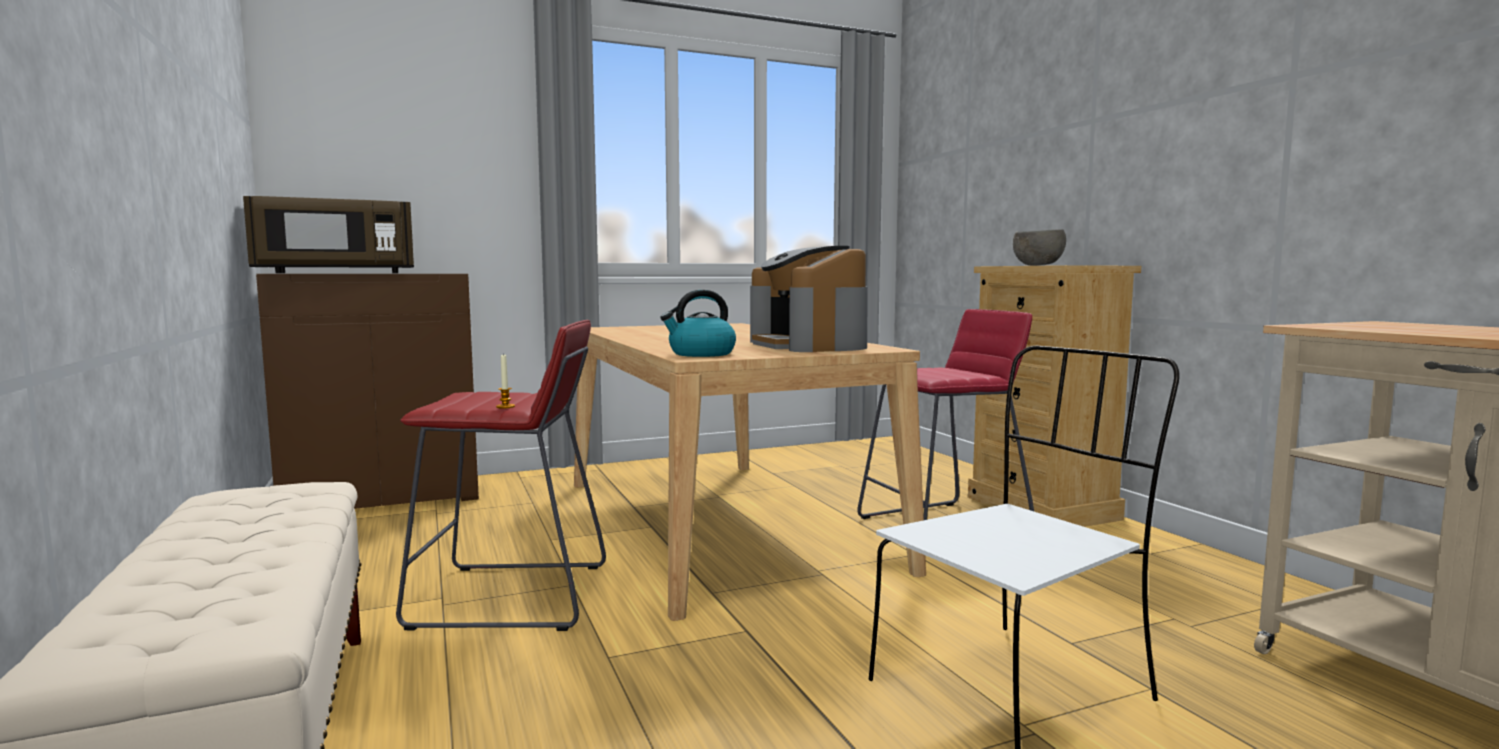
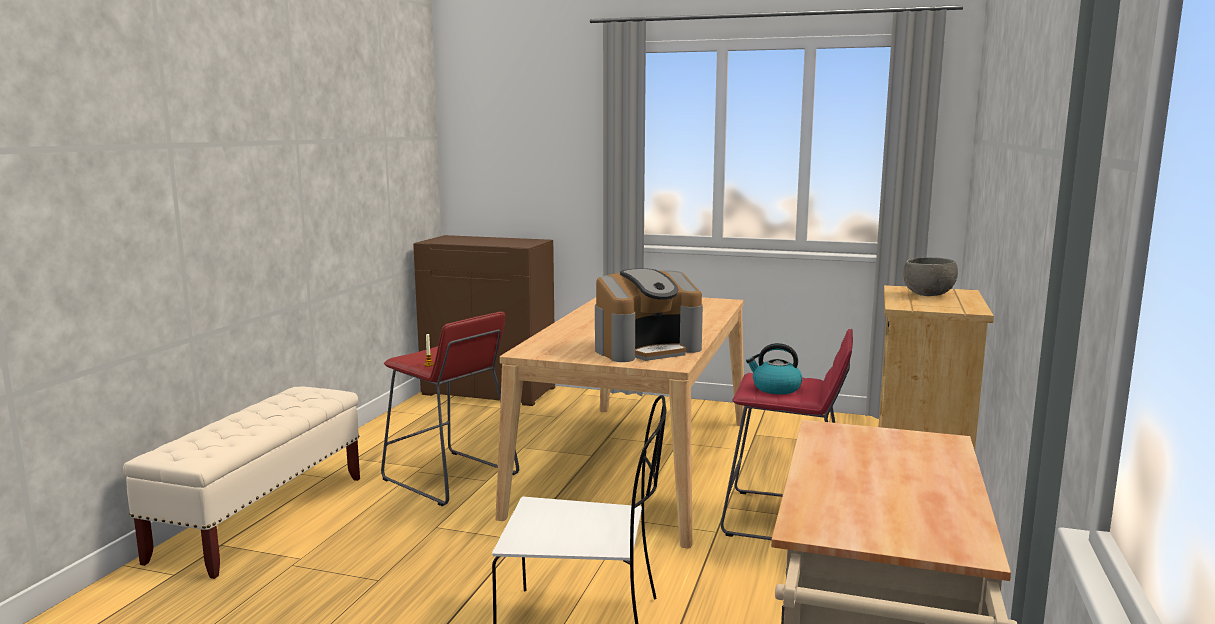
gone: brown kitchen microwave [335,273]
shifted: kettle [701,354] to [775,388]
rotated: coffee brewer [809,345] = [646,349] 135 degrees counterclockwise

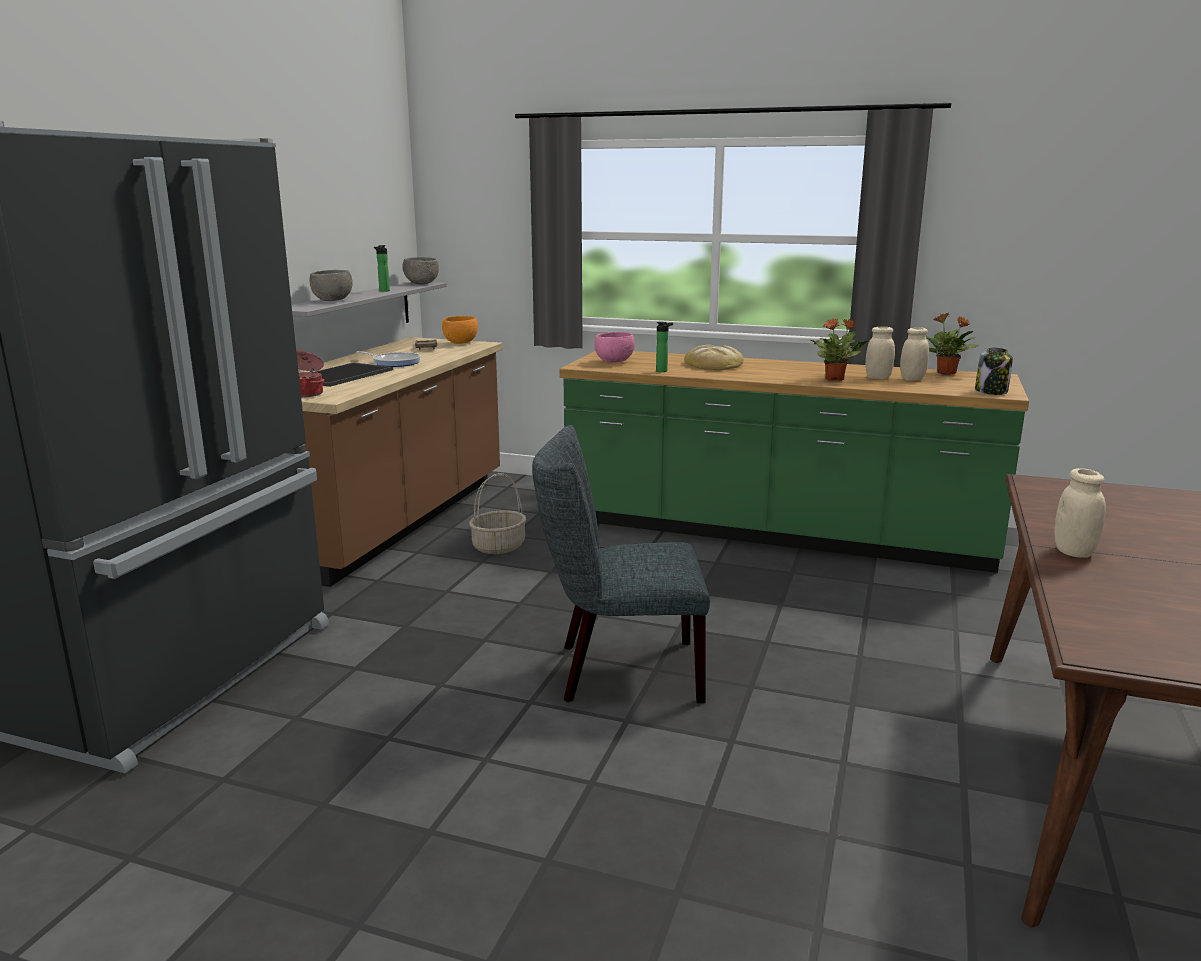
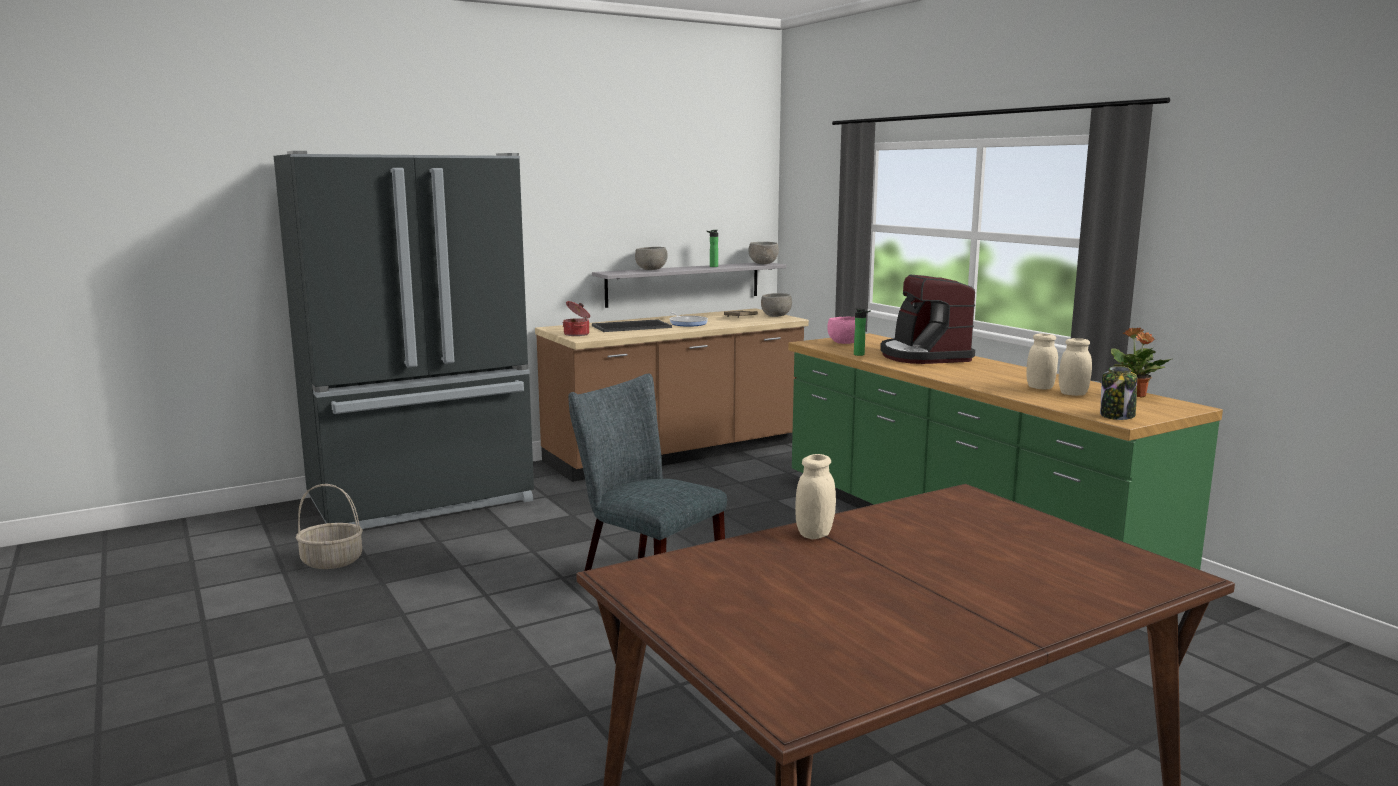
gone: potted plant [835,379]
shifted: household basket [498,547] to [331,562]
swapped: bread [714,364] to coffee brewer [923,356]
repainted: orangey deep dish [460,343] to greyish deep dish [775,316]

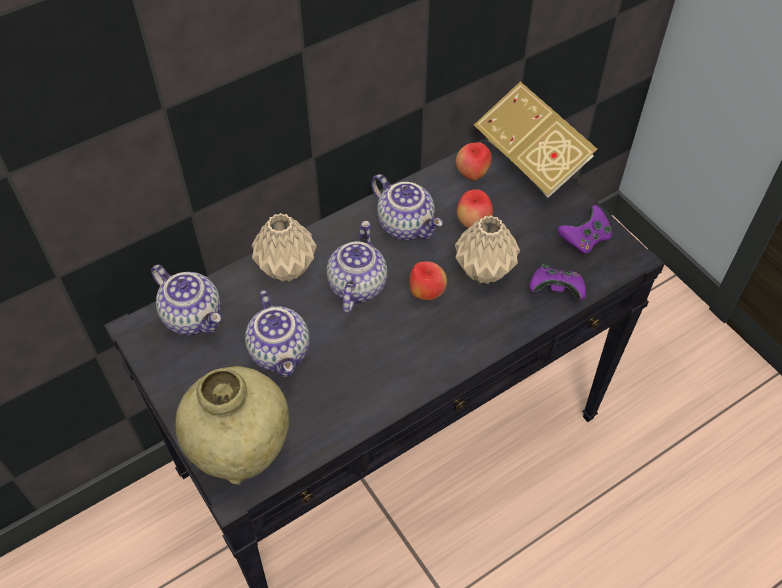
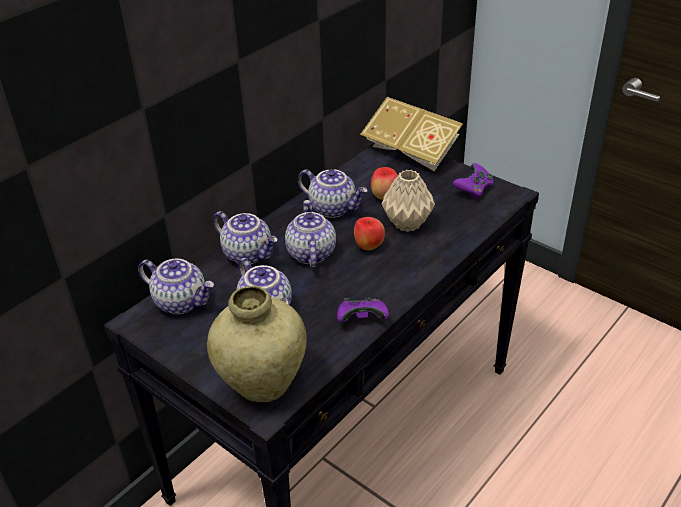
gone: apple fruit [472,174]
shifted: purplish gamepad [556,291] to [362,320]
swapped: sand-coloured flower vase [288,268] to pot for tea [249,254]

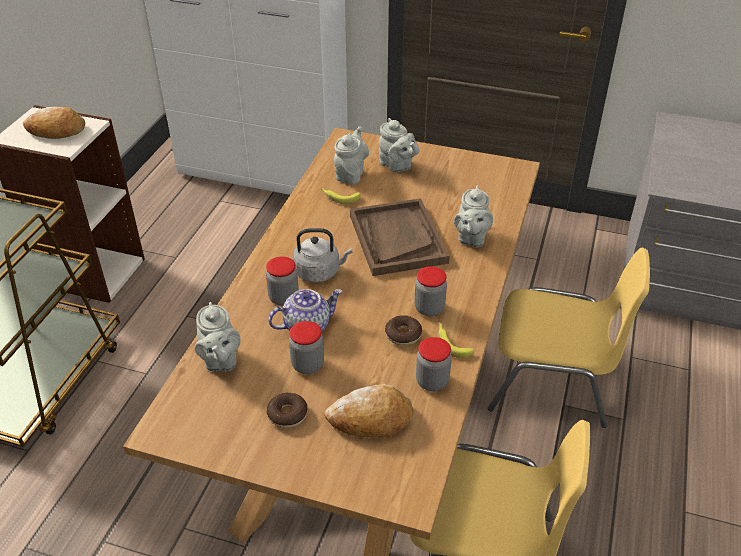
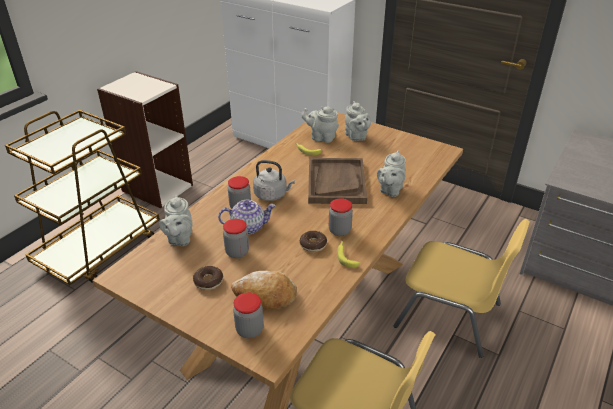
gone: bread [56,131]
shifted: preserve jar [432,381] to [249,330]
rotated: greyish pot for tea [350,174] = [321,137] 105 degrees counterclockwise

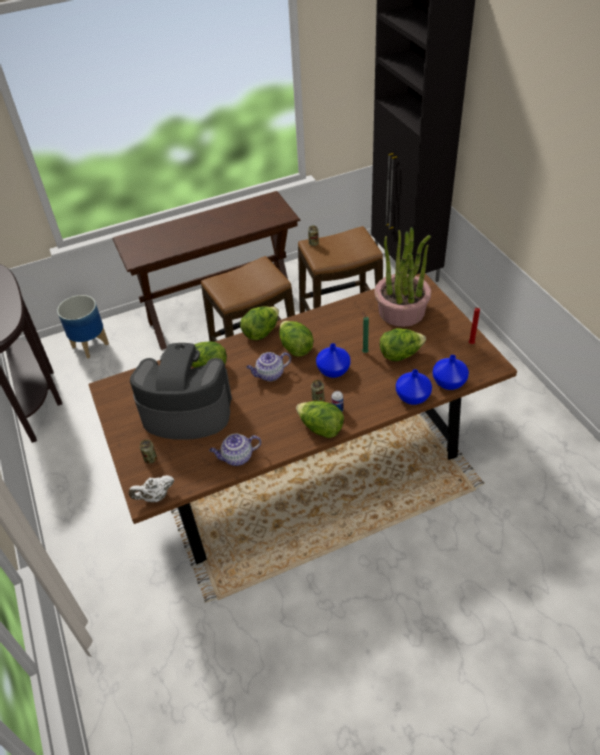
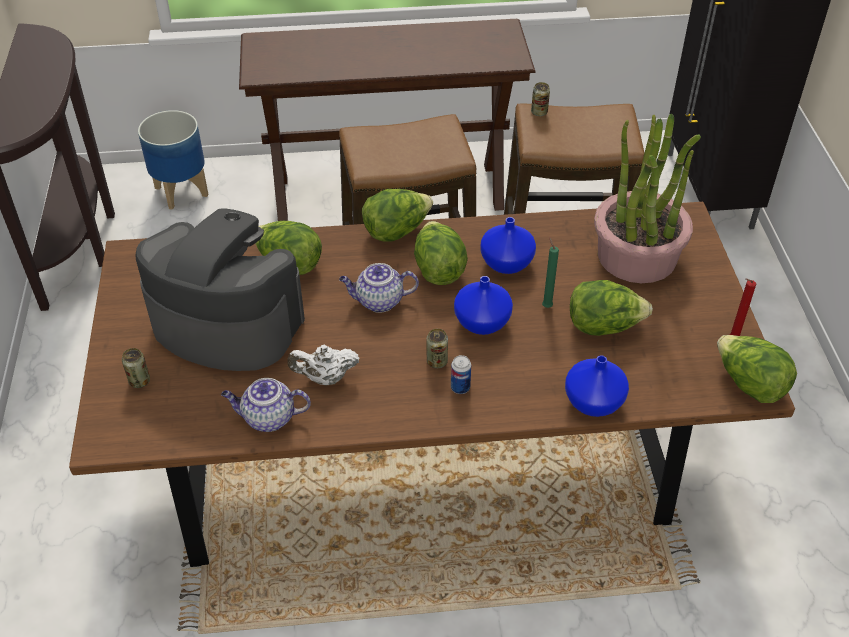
shifted: bluish flower vase [449,383] to [506,264]; lettuce head [320,428] to [749,385]; whitish pot for tea [155,497] to [325,378]

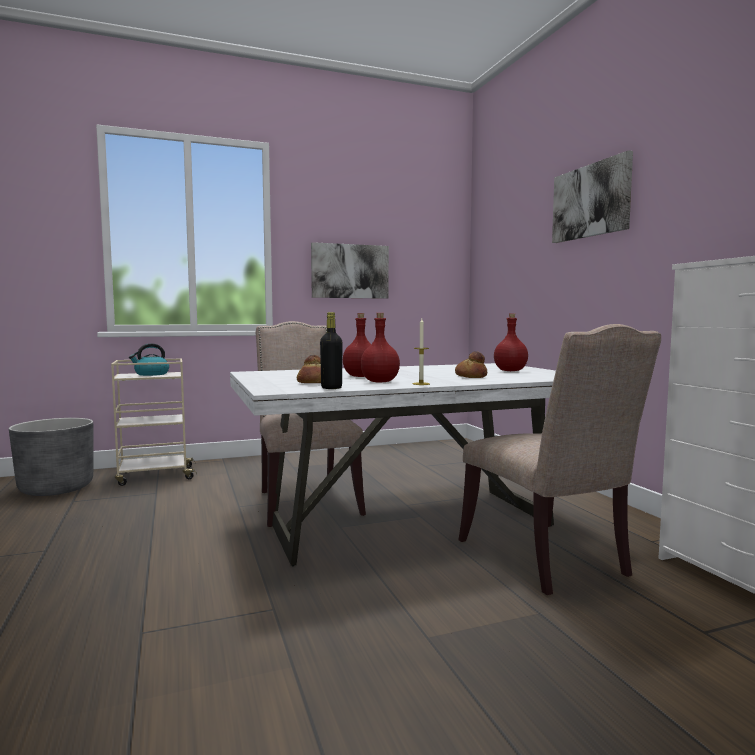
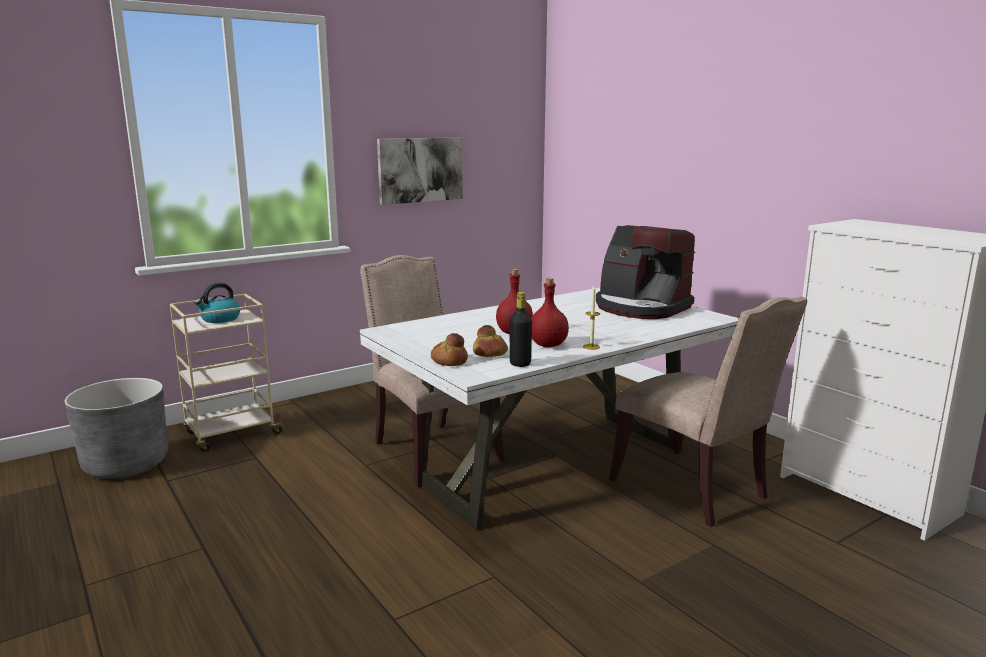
gone: wall art [591,201]
shifted: bread [471,376] to [449,361]
swapped: red-coloured drink bottle [511,371] to coffee brewer [641,307]

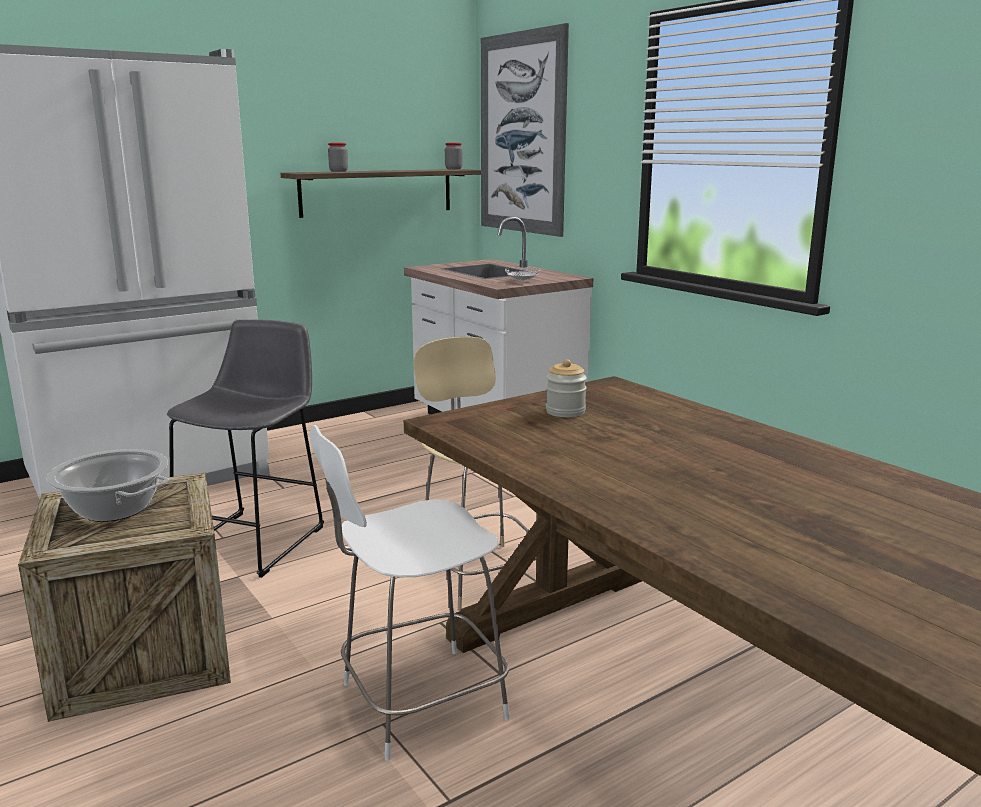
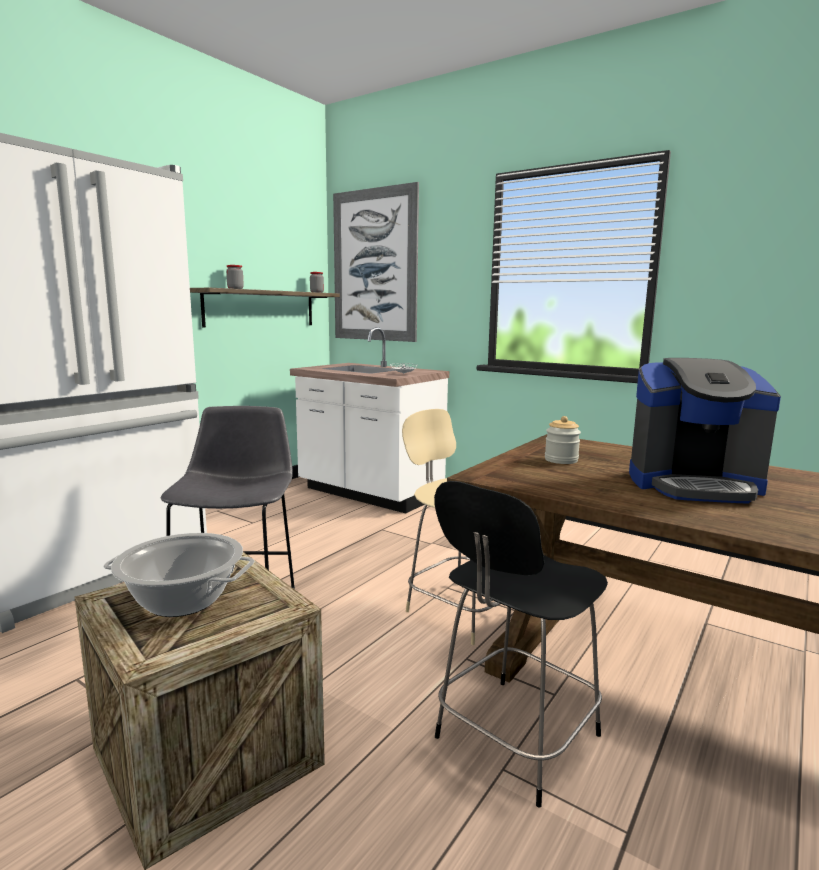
new: coffee brewer [693,485]
repainted: whitish plain chair [417,702] to blackish plain chair [514,739]

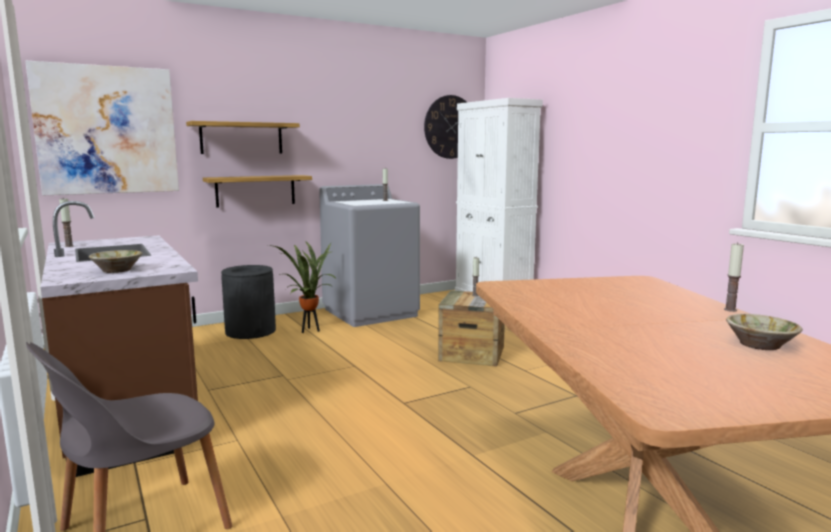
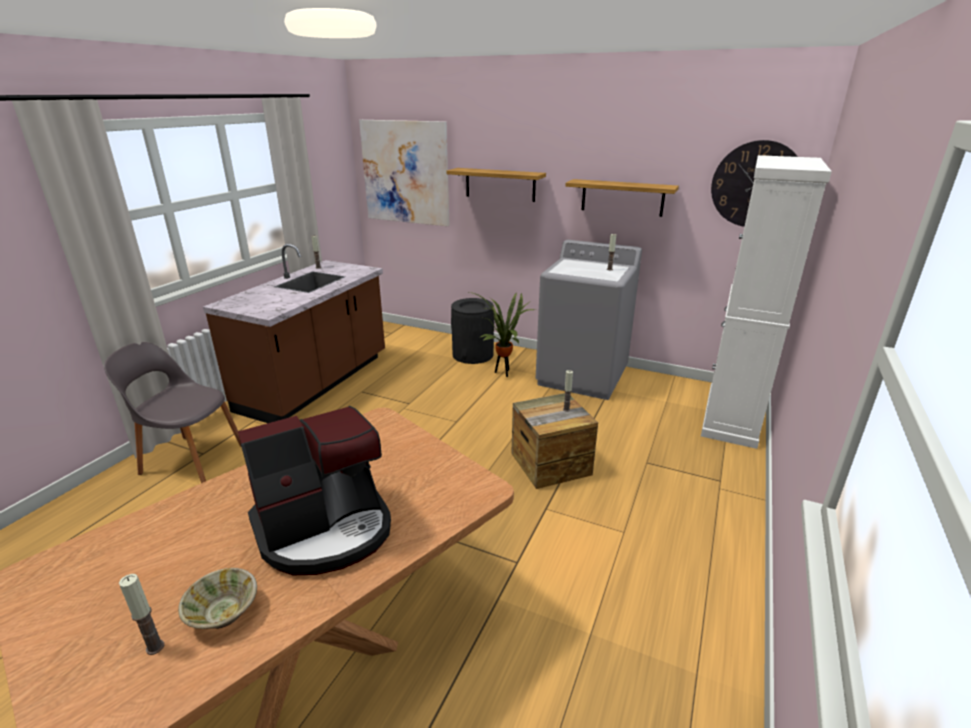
gone: sand-coloured deep dish [117,270]
new: coffee brewer [325,529]
shifted: wall shelf [255,190] to [622,197]; candle [730,310] to [155,647]

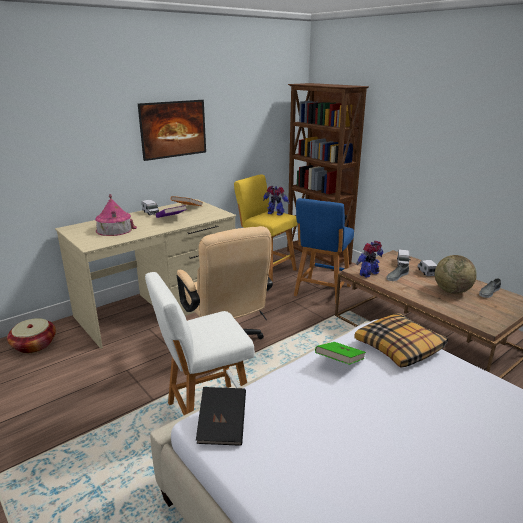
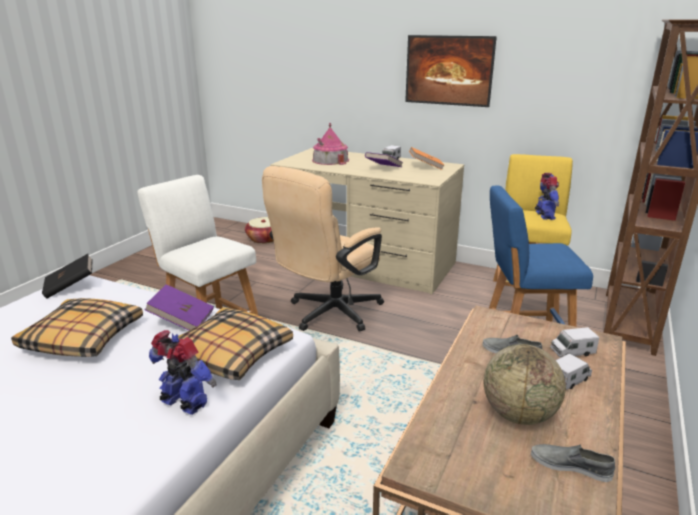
new: cushion [82,338]
shifted: model robot [369,274] to [184,404]
repainted: greenish bound book [339,362] to purplish bound book [182,320]

